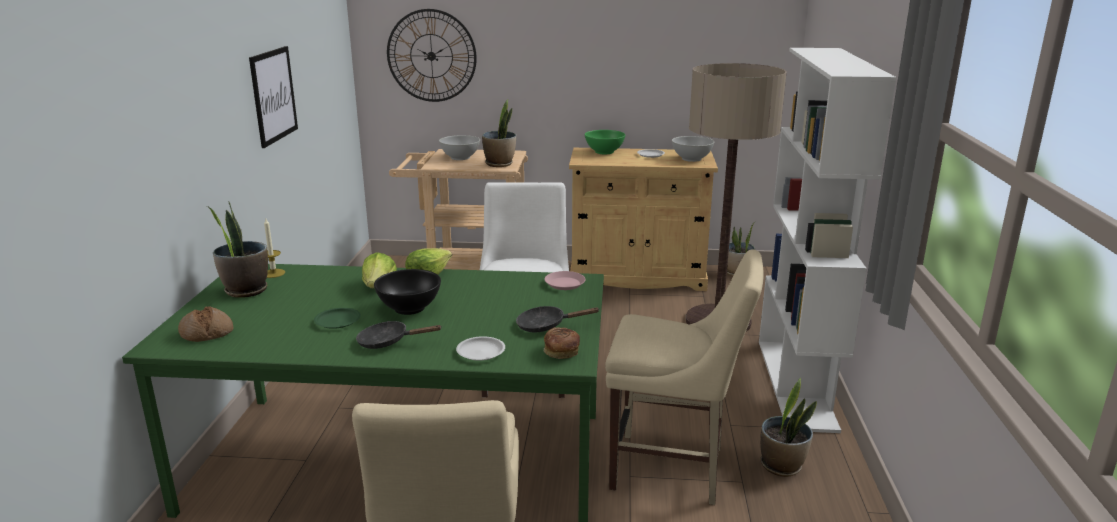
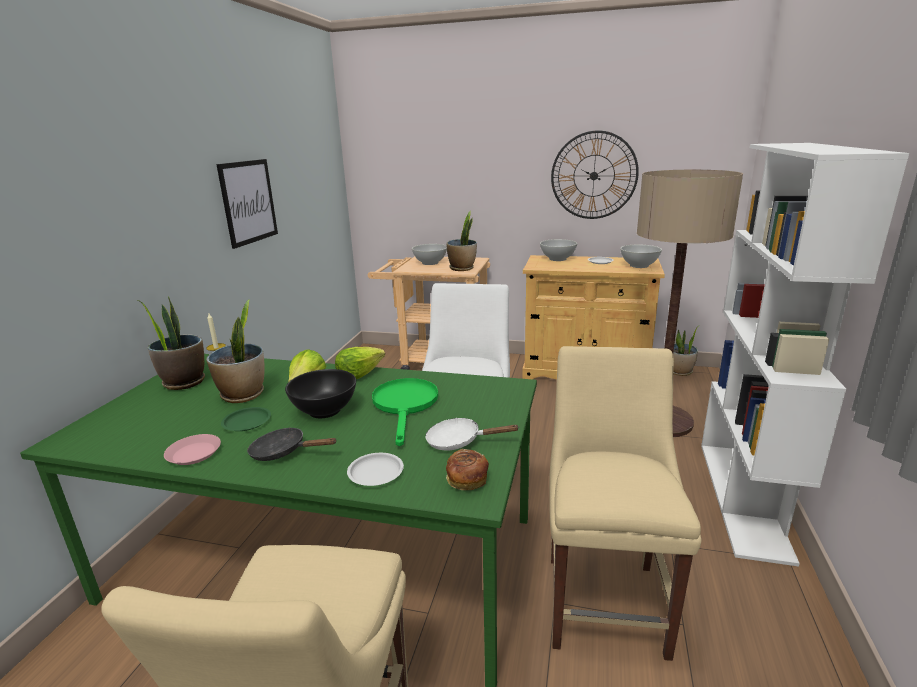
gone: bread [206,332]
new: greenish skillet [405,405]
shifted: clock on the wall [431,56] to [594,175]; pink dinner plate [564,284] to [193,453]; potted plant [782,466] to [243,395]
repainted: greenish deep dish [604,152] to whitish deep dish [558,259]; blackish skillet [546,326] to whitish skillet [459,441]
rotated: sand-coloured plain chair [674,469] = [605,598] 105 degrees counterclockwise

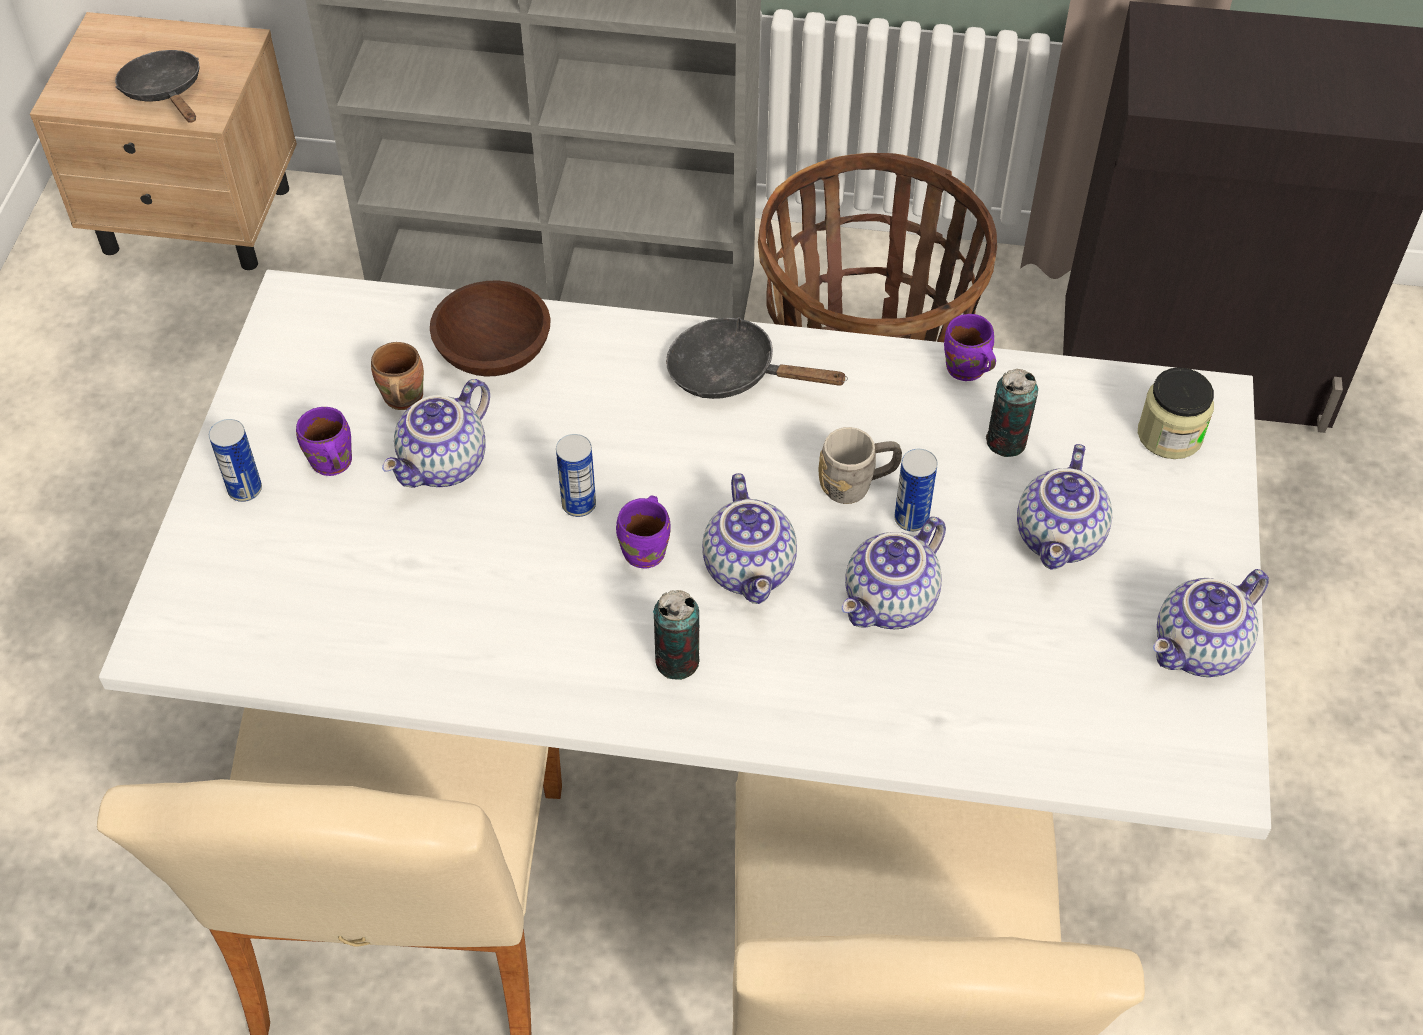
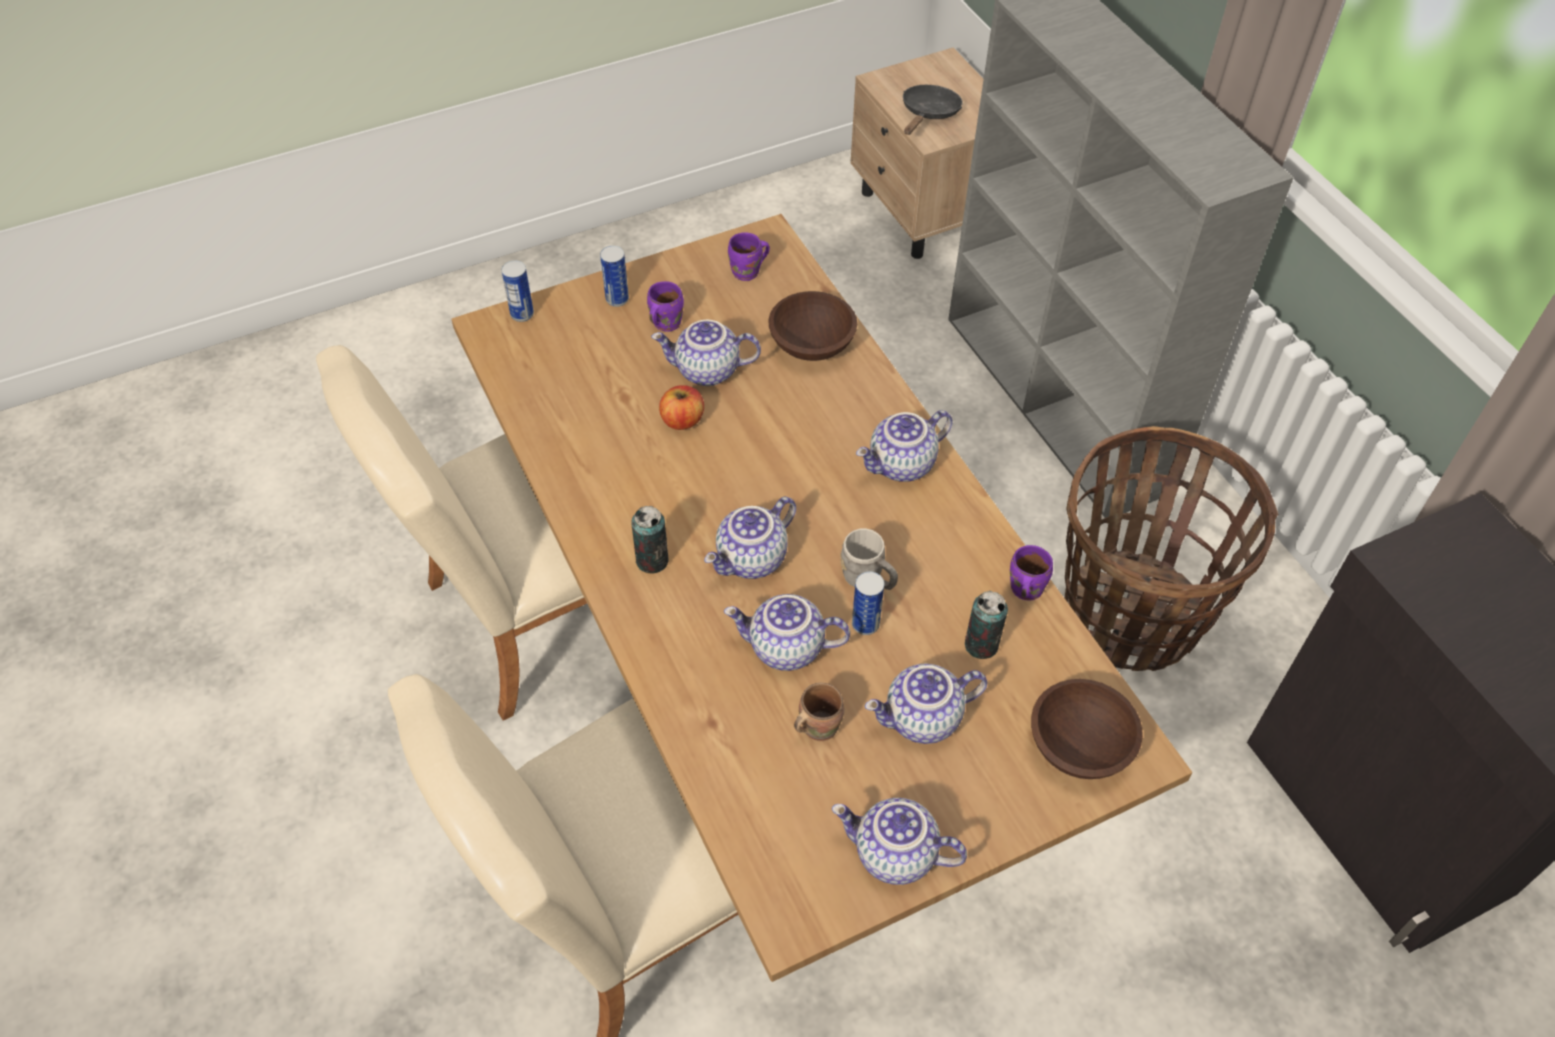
new: apple fruit [682,420]
shifted: brown coffee mug [400,399] to [816,726]; metal can [579,504] to [522,314]; purplish coffee mug [647,551] to [748,273]
swapped: blackish skillet [732,374] to pot for tea [902,466]; preserve jar [1169,435] to brown deep dish [1079,743]
repainted: whitish dinner table [712,742] to brown dinner table [778,691]

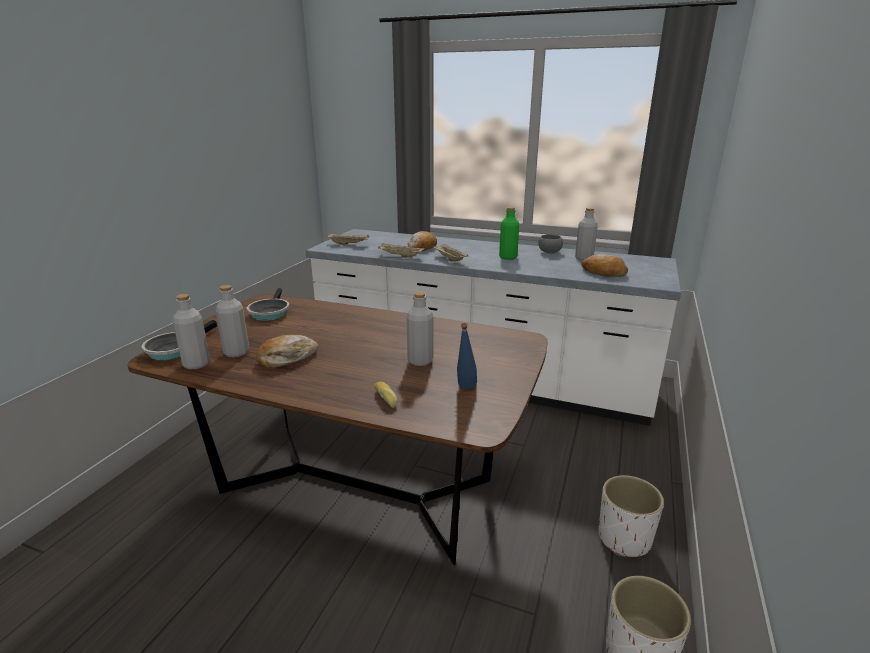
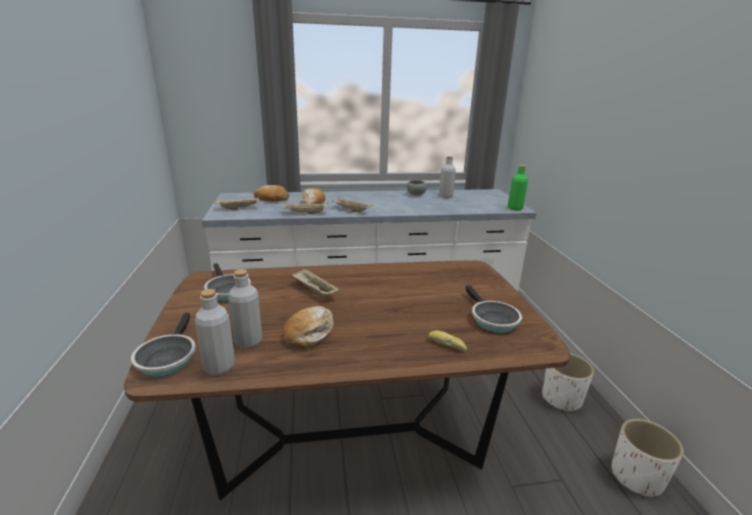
gone: greyish drink bottle [420,361]
new: sand-coloured carrying tray [314,291]
shifted: greenish drink bottle [508,257] to [515,208]; bread [603,273] to [271,199]
swapped: bluish drink bottle [465,390] to skillet [492,319]

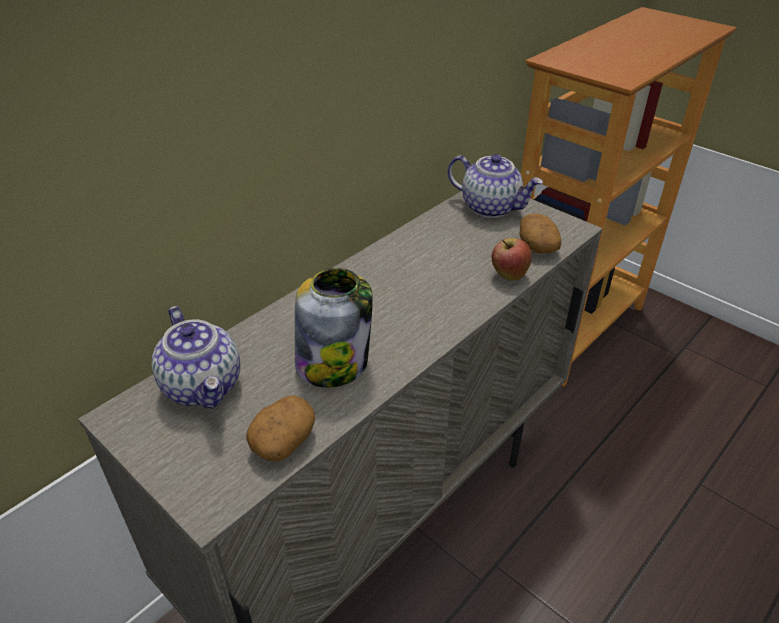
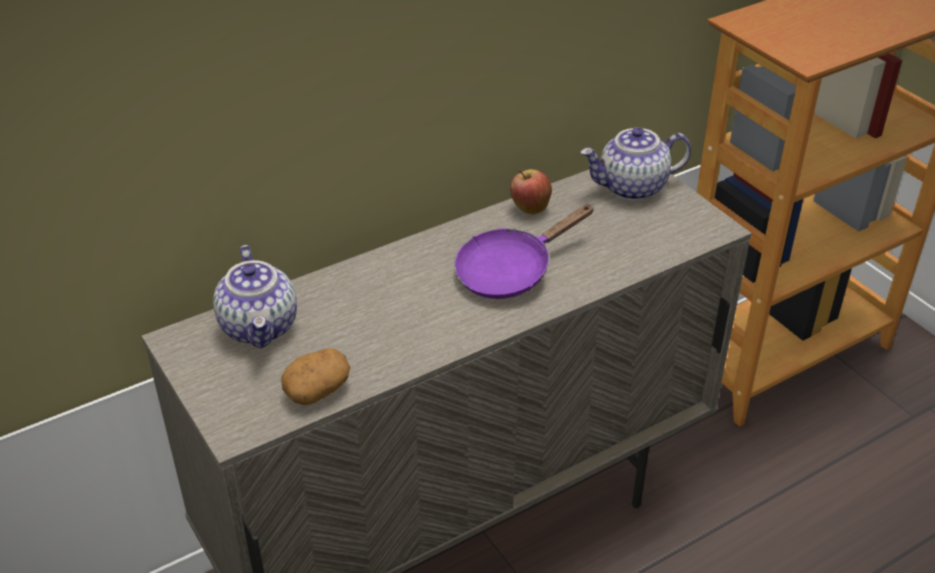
gone: whole potato [537,245]; preserve jar [334,362]
new: purplish skillet [510,271]
shifted: apple fruit [508,275] to [529,208]
rotated: pot for tea [491,207] = [632,188] 120 degrees clockwise

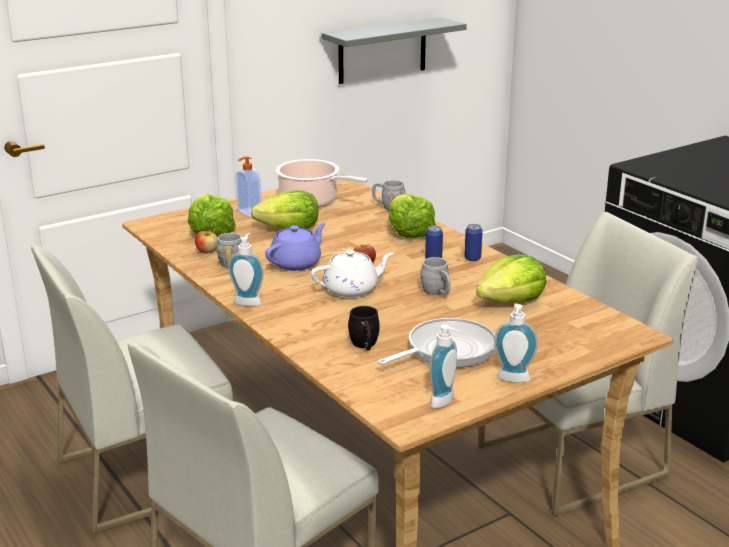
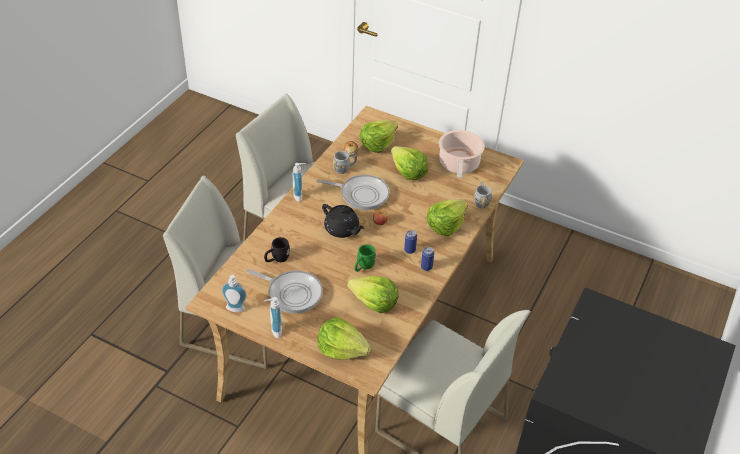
gone: greyish wall shelf [382,50]; soap bottle [248,212]
new: lettuce head [342,349]
swapped: purplish pot for tea [296,263] to skillet [361,194]
repainted: whitish pot for tea [352,289] to blackish pot for tea [342,229]; greyish coffee mug [437,293] to greenish coffee mug [363,267]

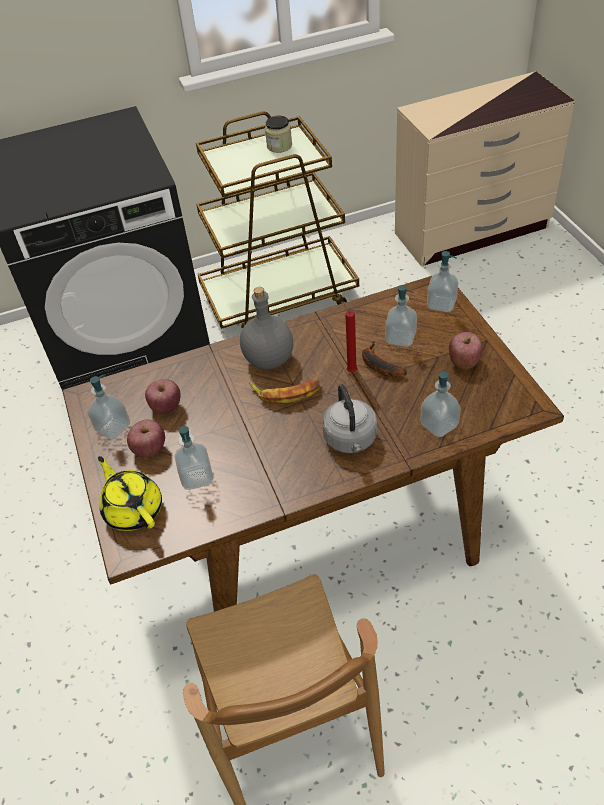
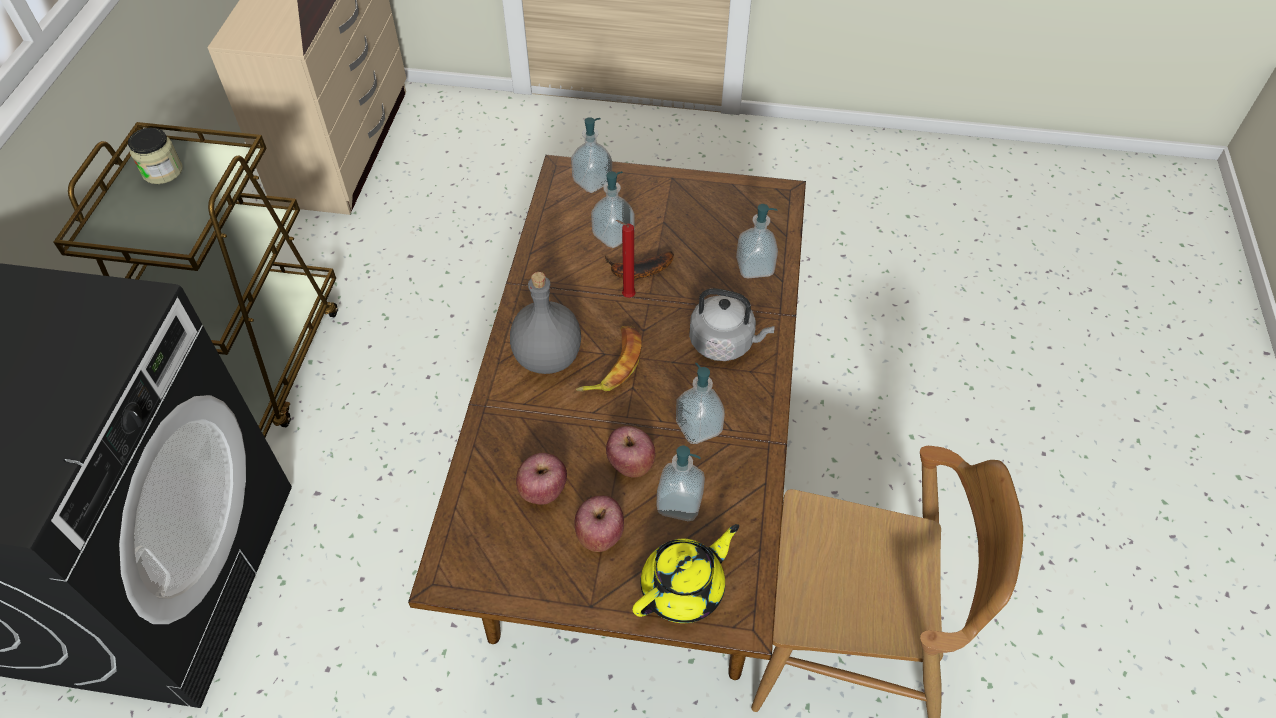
shifted: apple fruit [464,362] to [630,464]; soap bottle [113,427] to [698,427]
rotated: yellowish pot for tea [133,509] = [684,588] 150 degrees clockwise

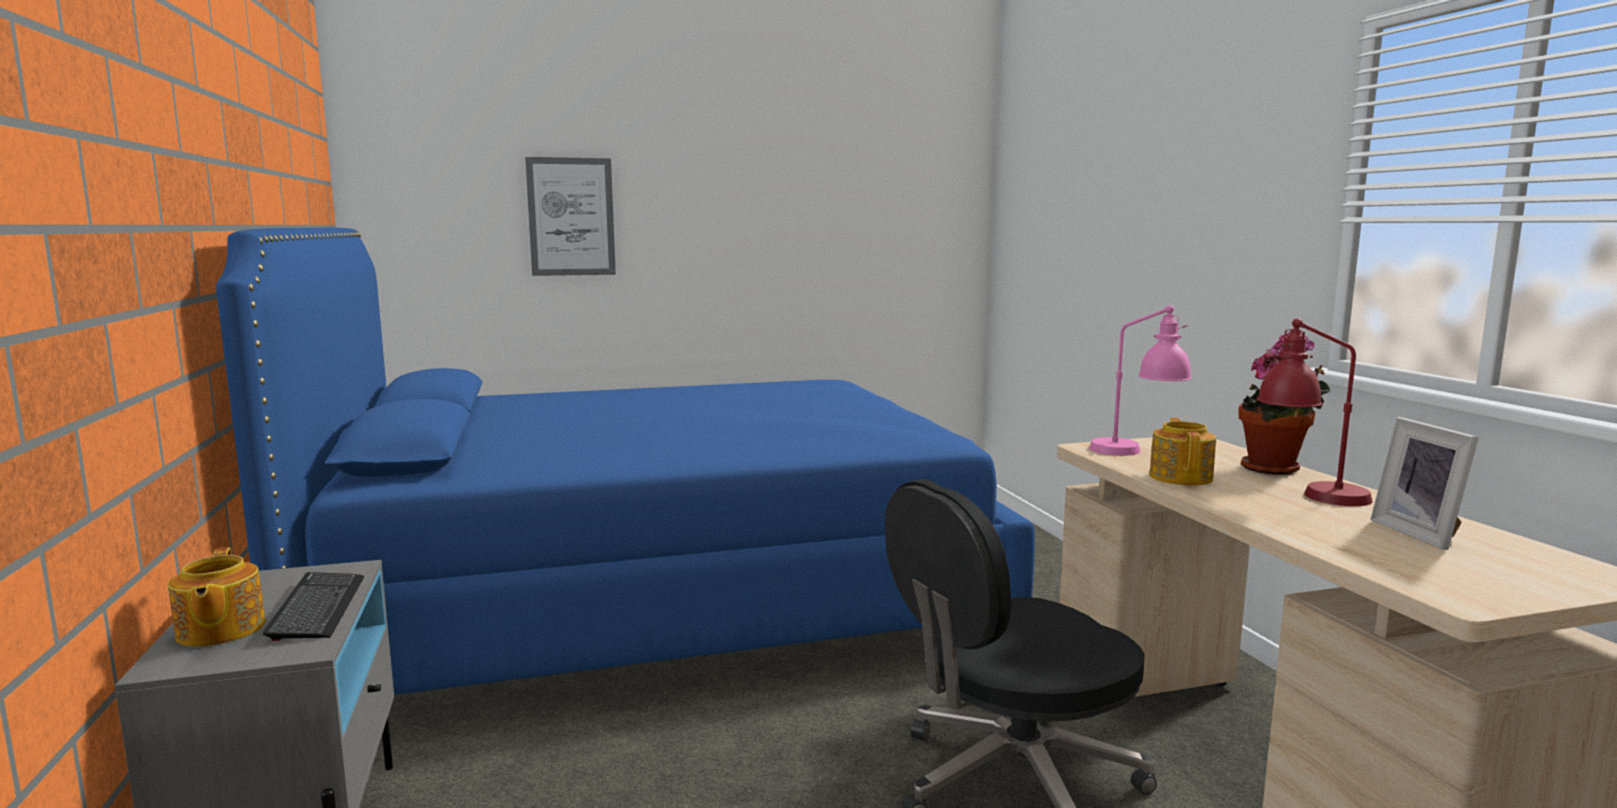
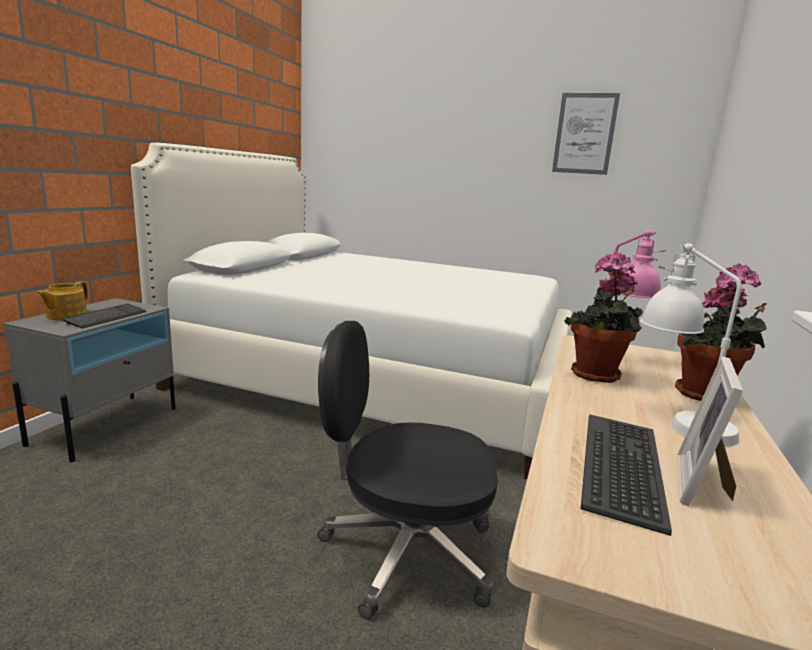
new: computer keyboard [623,467]
shifted: wall art [571,217] to [584,134]
swapped: pot for tea [1181,477] to potted plant [596,376]
repainted: bluish bed [657,597] to whitish bed [377,378]; red-coloured tabletop lamp [1308,495] to whitish tabletop lamp [676,420]

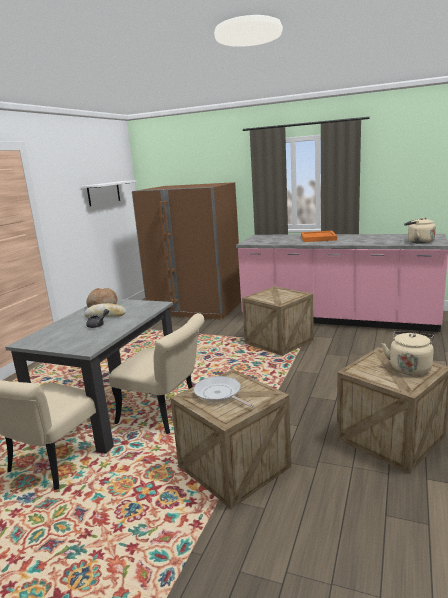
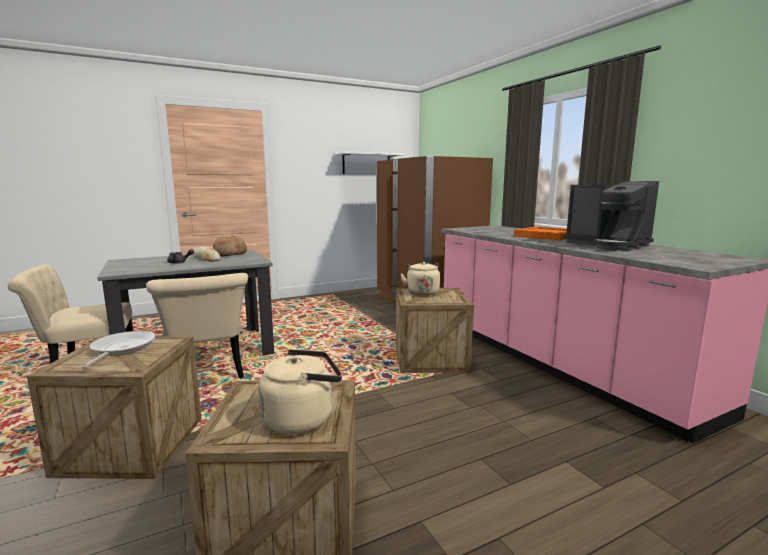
new: coffee brewer [607,245]
shifted: sand-coloured kettle [418,242] to [422,292]

